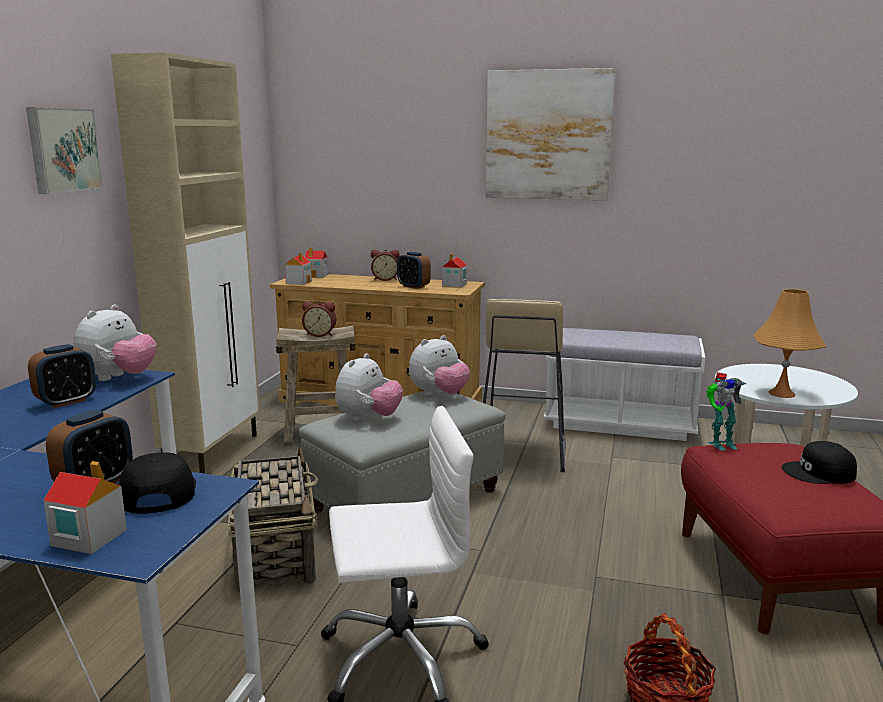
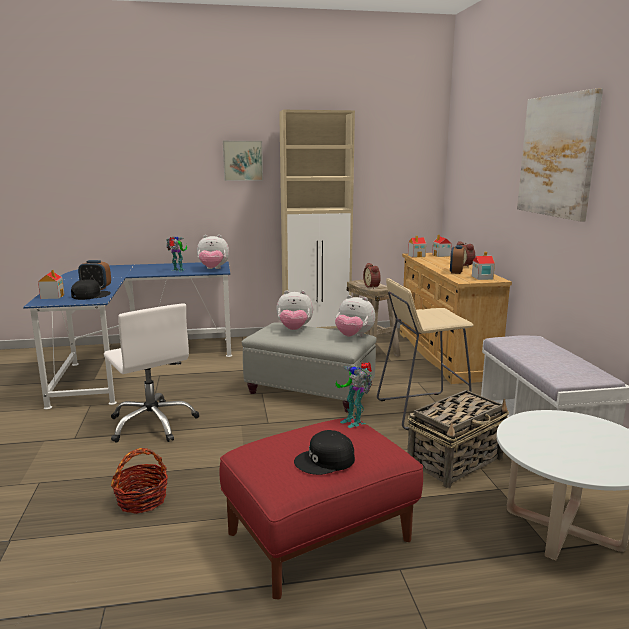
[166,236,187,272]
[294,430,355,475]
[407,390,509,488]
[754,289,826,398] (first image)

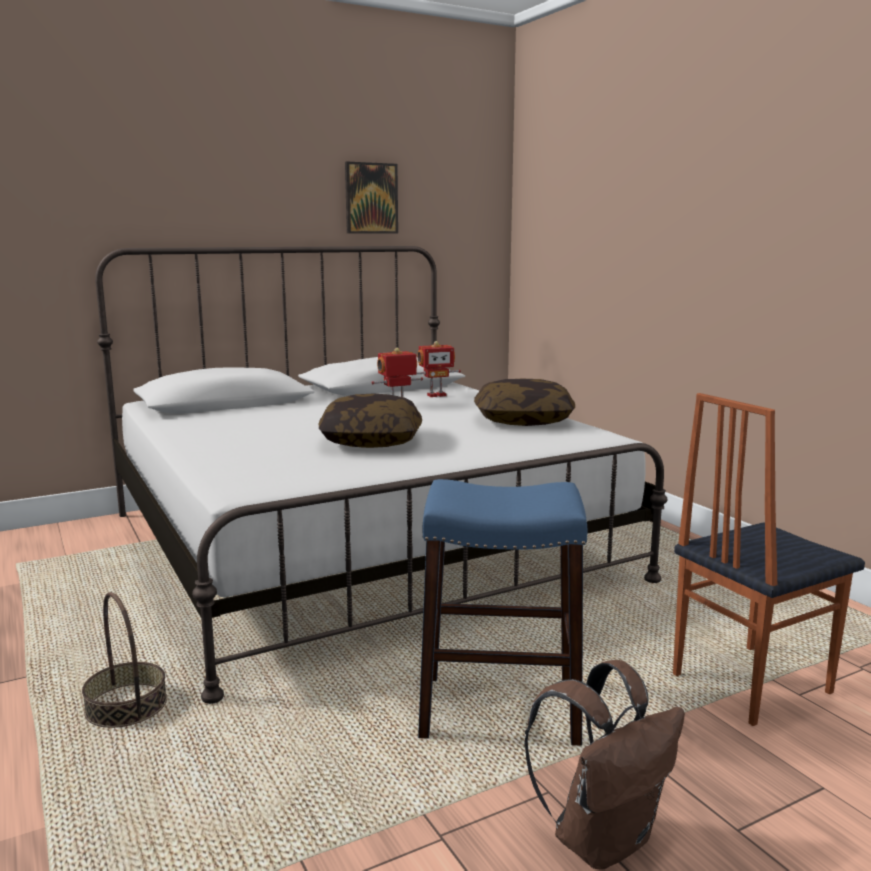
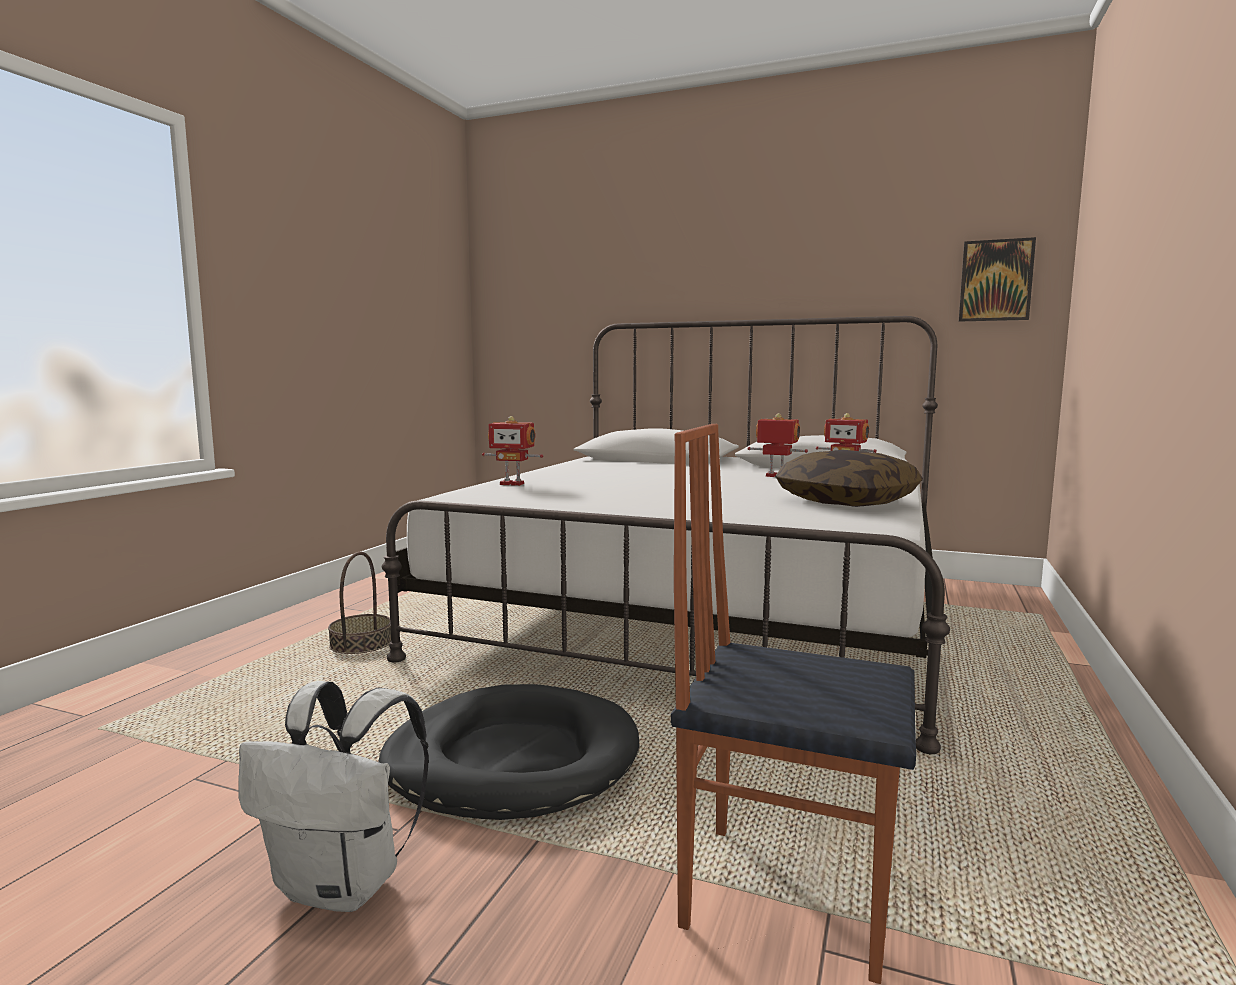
[238,681,429,912]
[378,684,640,820]
[482,416,543,486]
[959,237,1036,322]
[319,394,422,448] (first image)

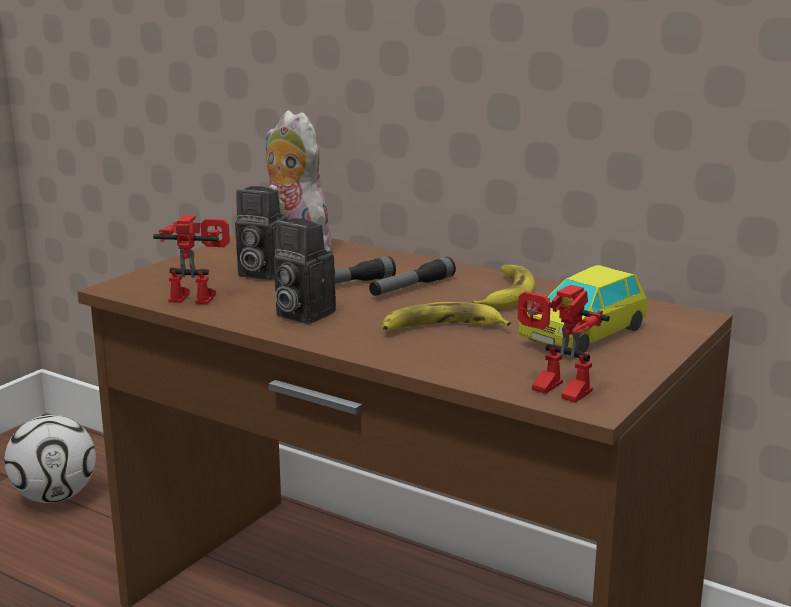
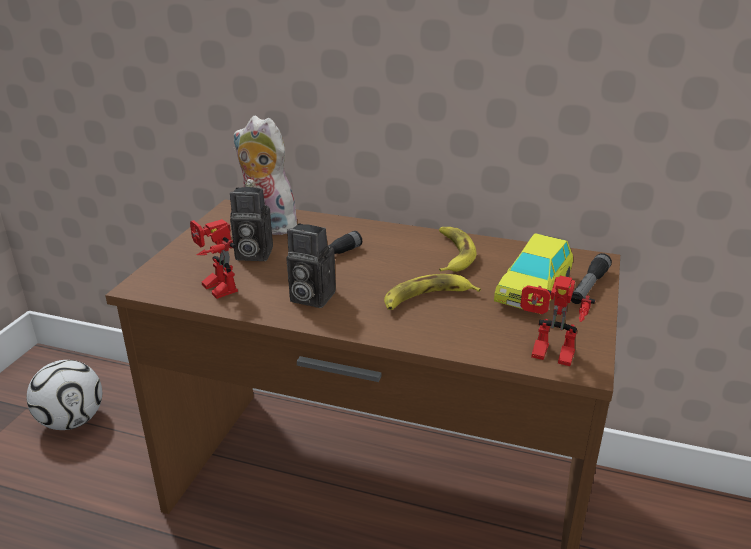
[190,219,238,299]
[571,253,612,304]

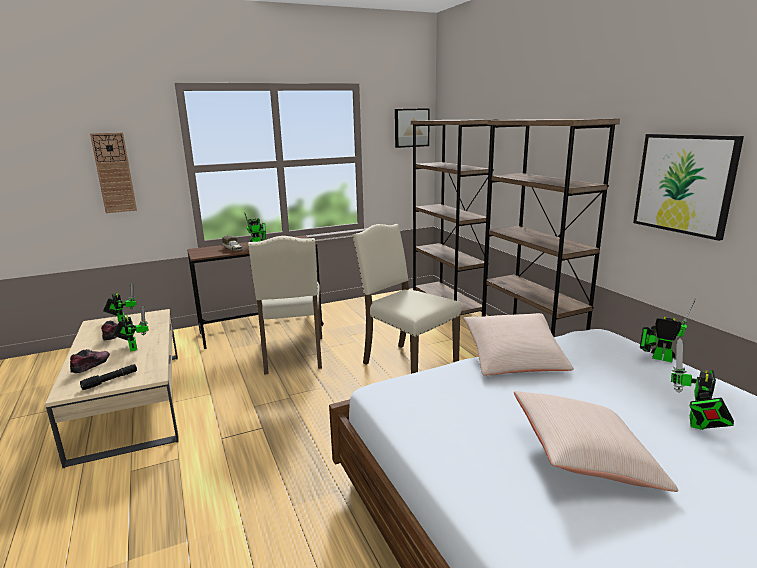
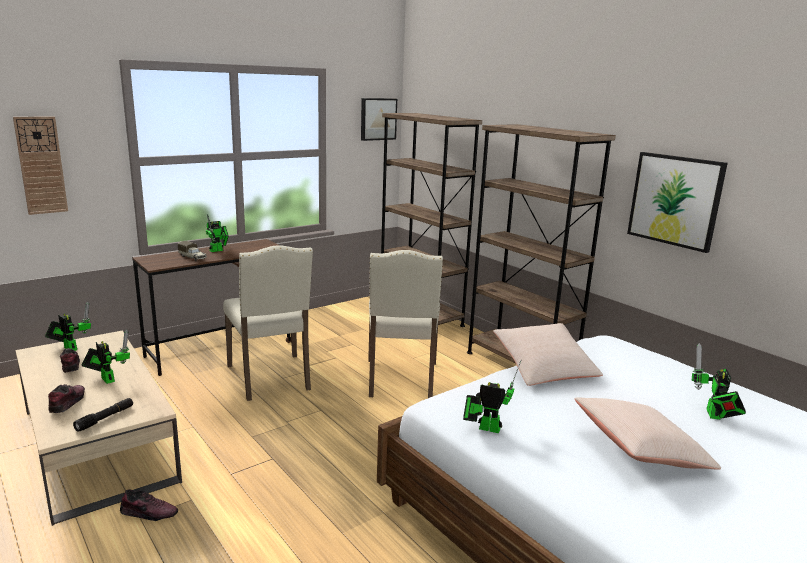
[120,489,178,521]
[368,250,443,398]
[463,359,522,433]

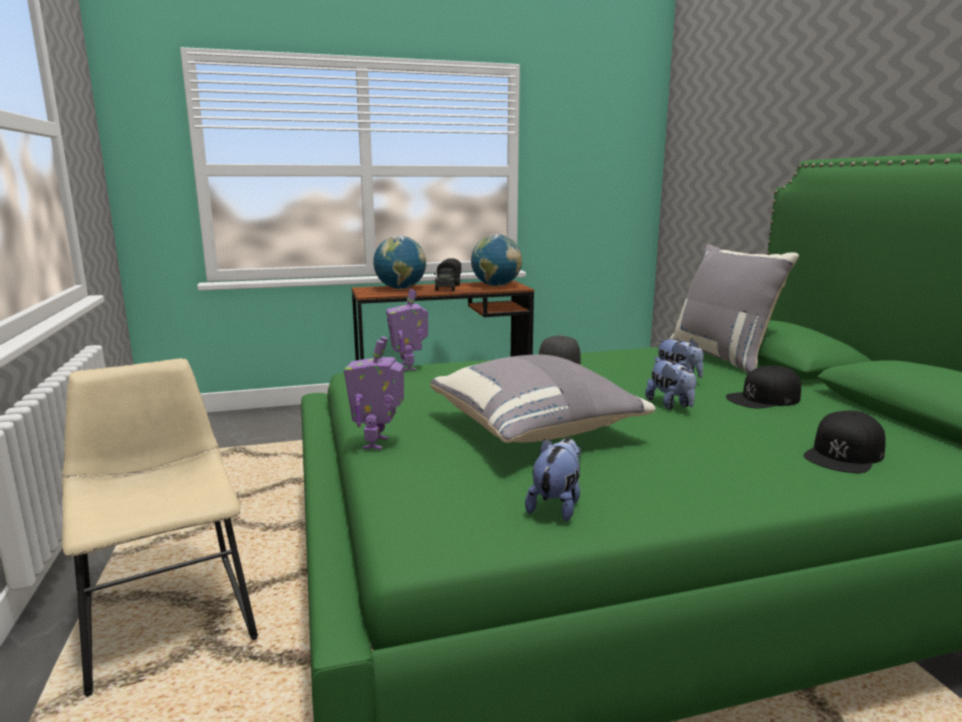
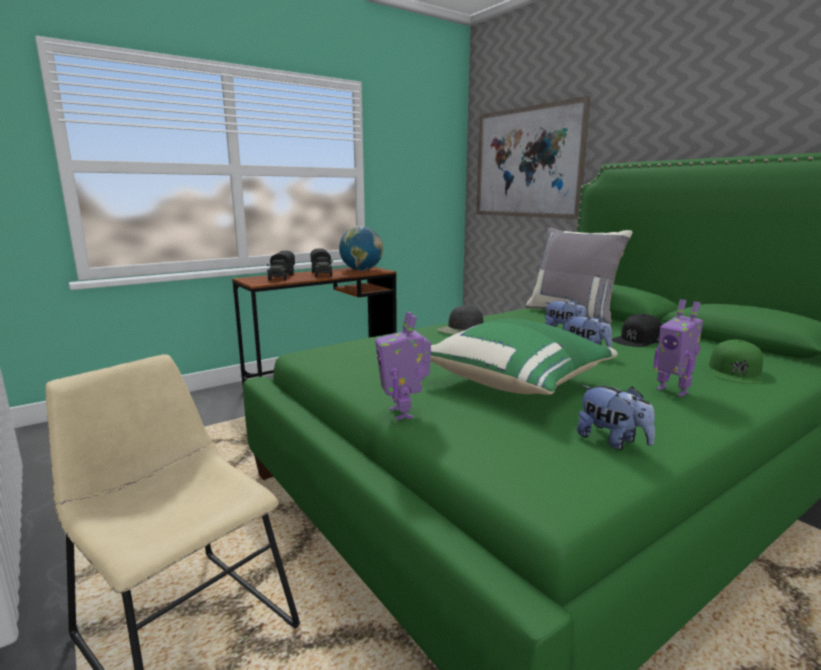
[267,251,295,280]
[430,319,618,395]
[477,96,591,219]
[577,386,655,450]
[653,299,703,397]
[709,339,764,384]

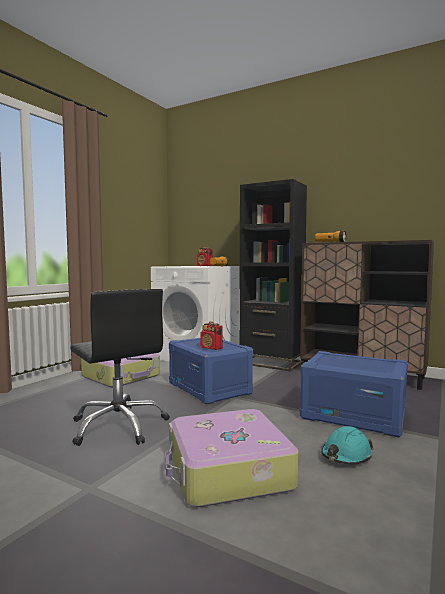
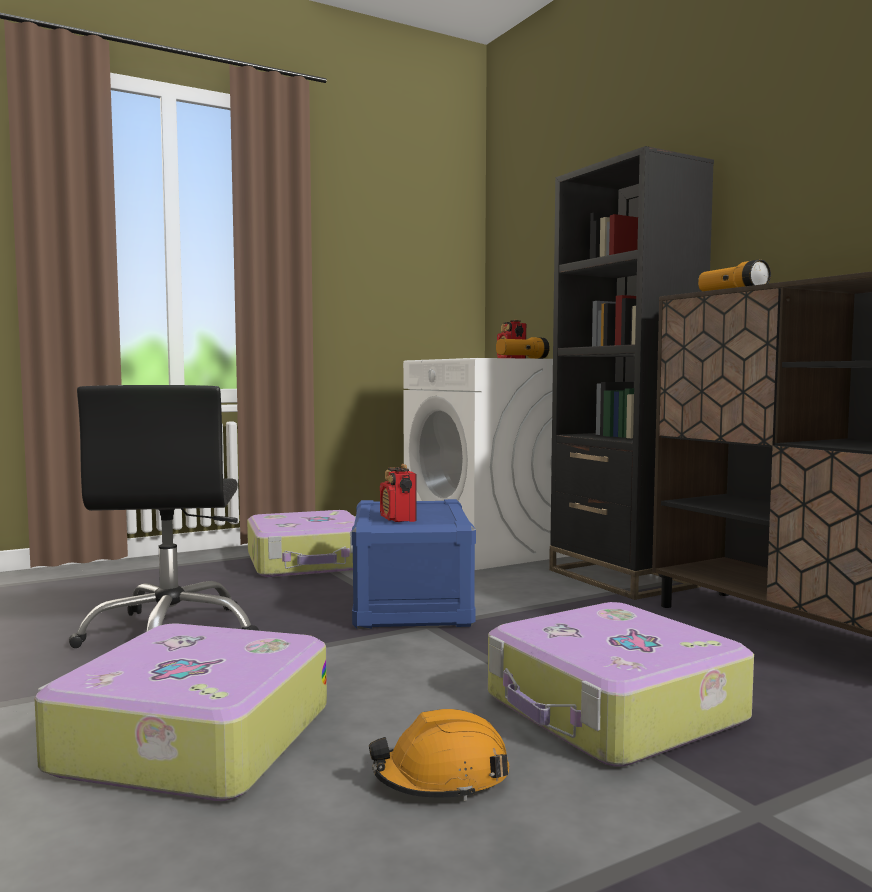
[369,709,509,801]
[488,602,754,767]

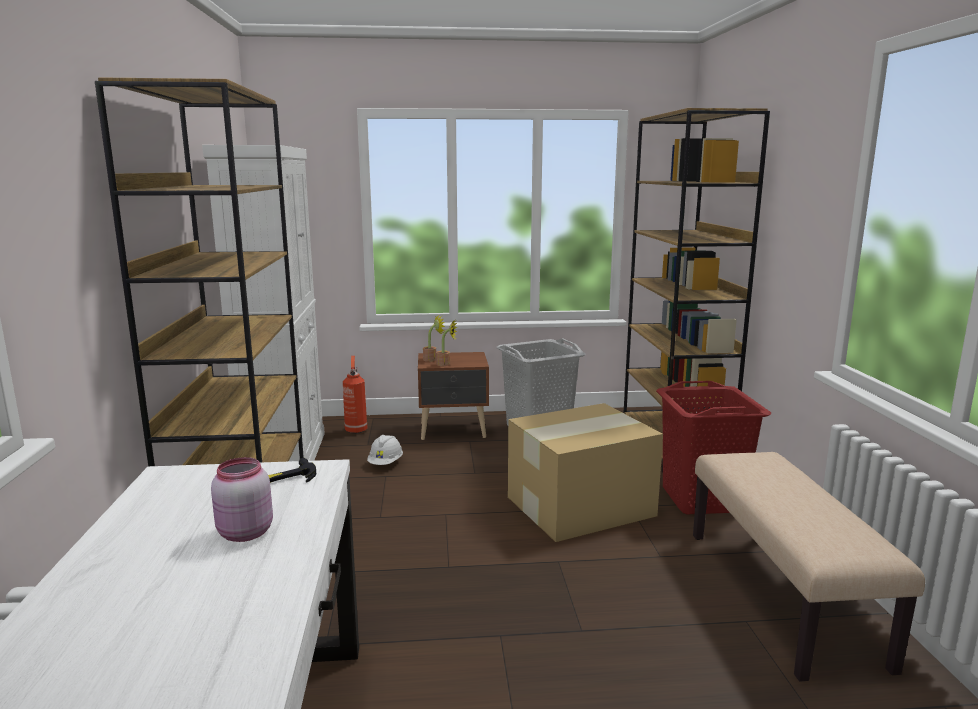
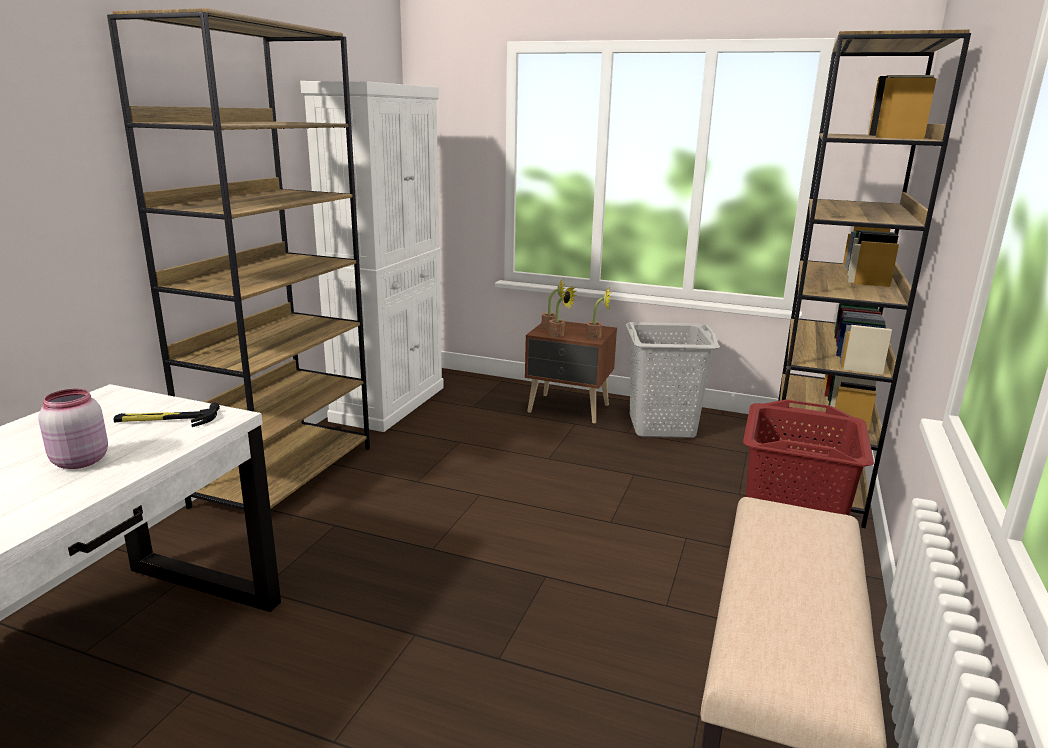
[586,287,611,339]
[343,356,367,434] (first image)
[367,435,403,465] (first image)
[508,403,663,542] (first image)

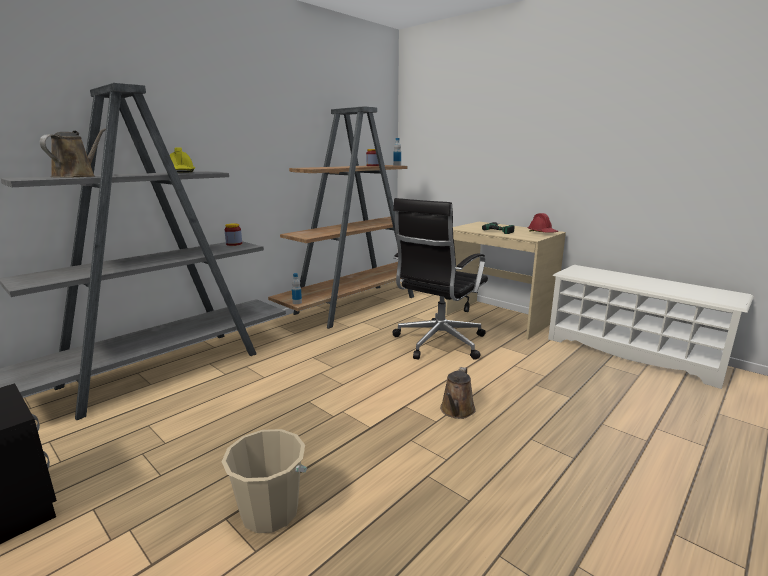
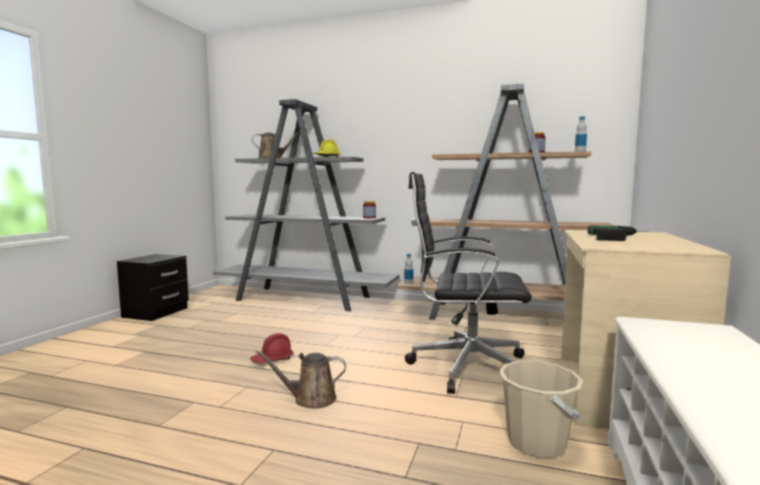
[250,333,294,363]
[499,361,583,458]

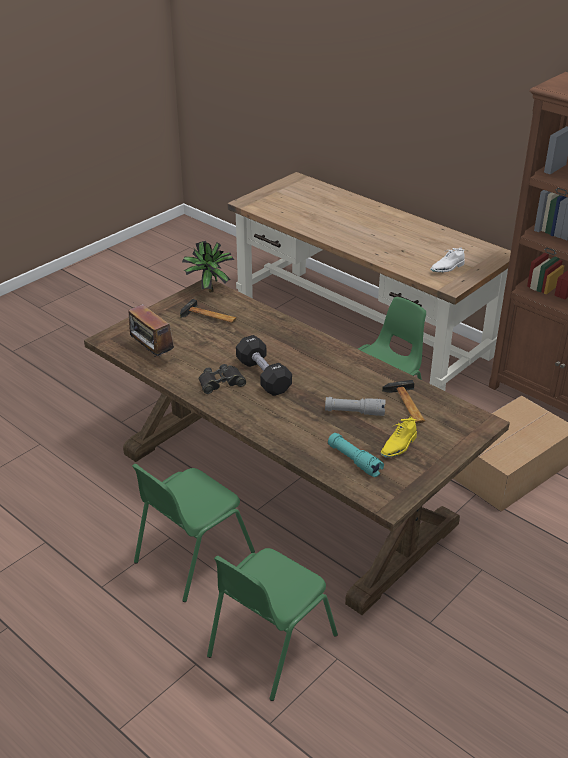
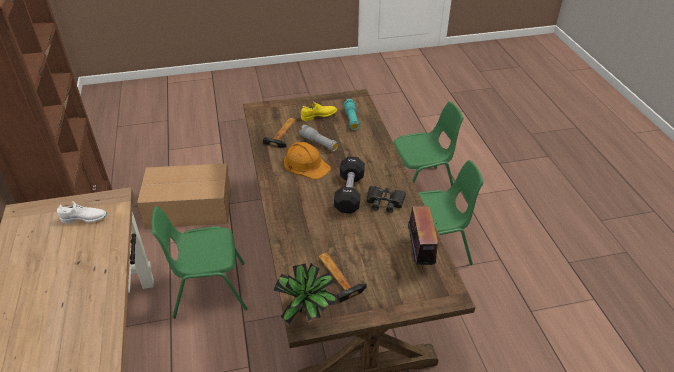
[284,142,331,179]

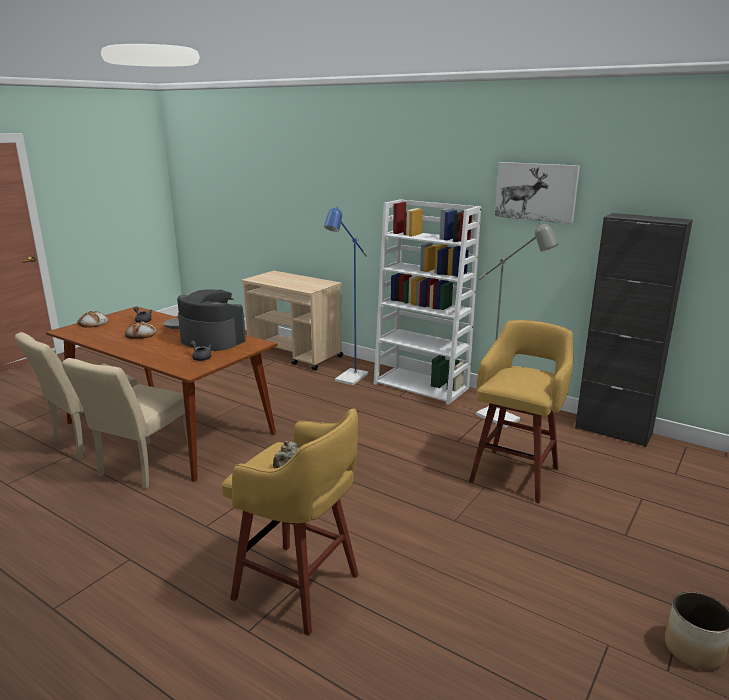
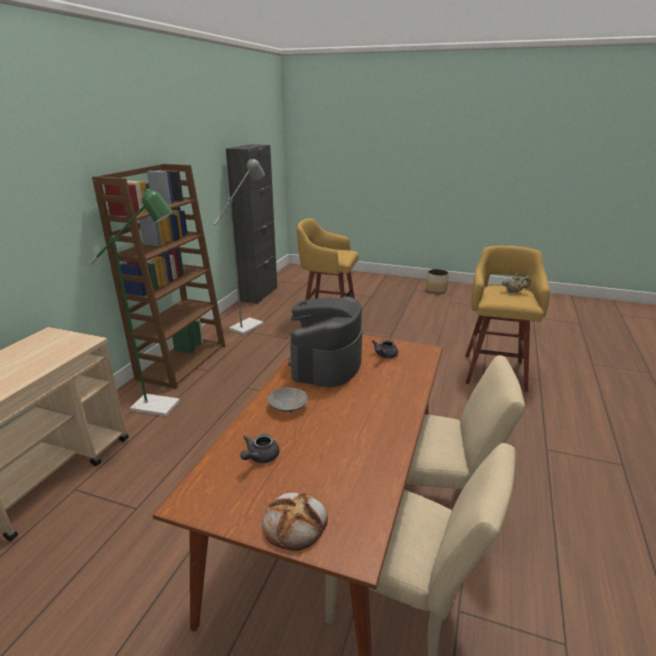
[90,188,180,416]
[92,164,225,389]
[125,321,156,339] (first image)
[495,162,580,224] (first image)

